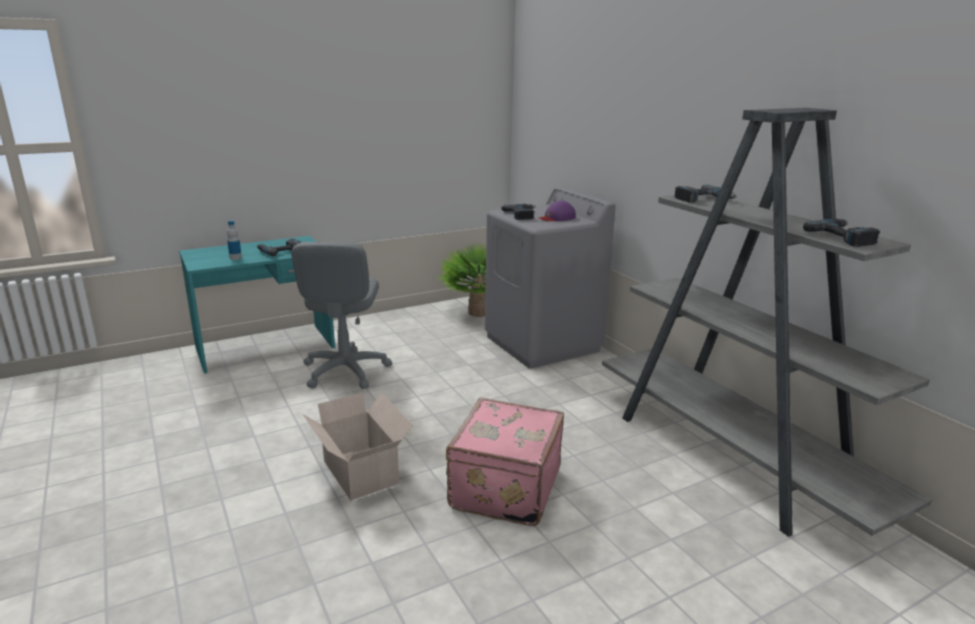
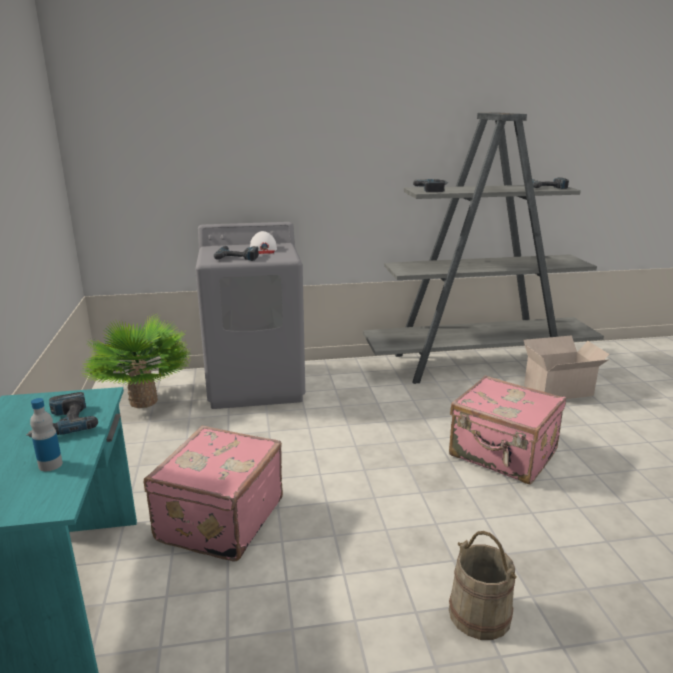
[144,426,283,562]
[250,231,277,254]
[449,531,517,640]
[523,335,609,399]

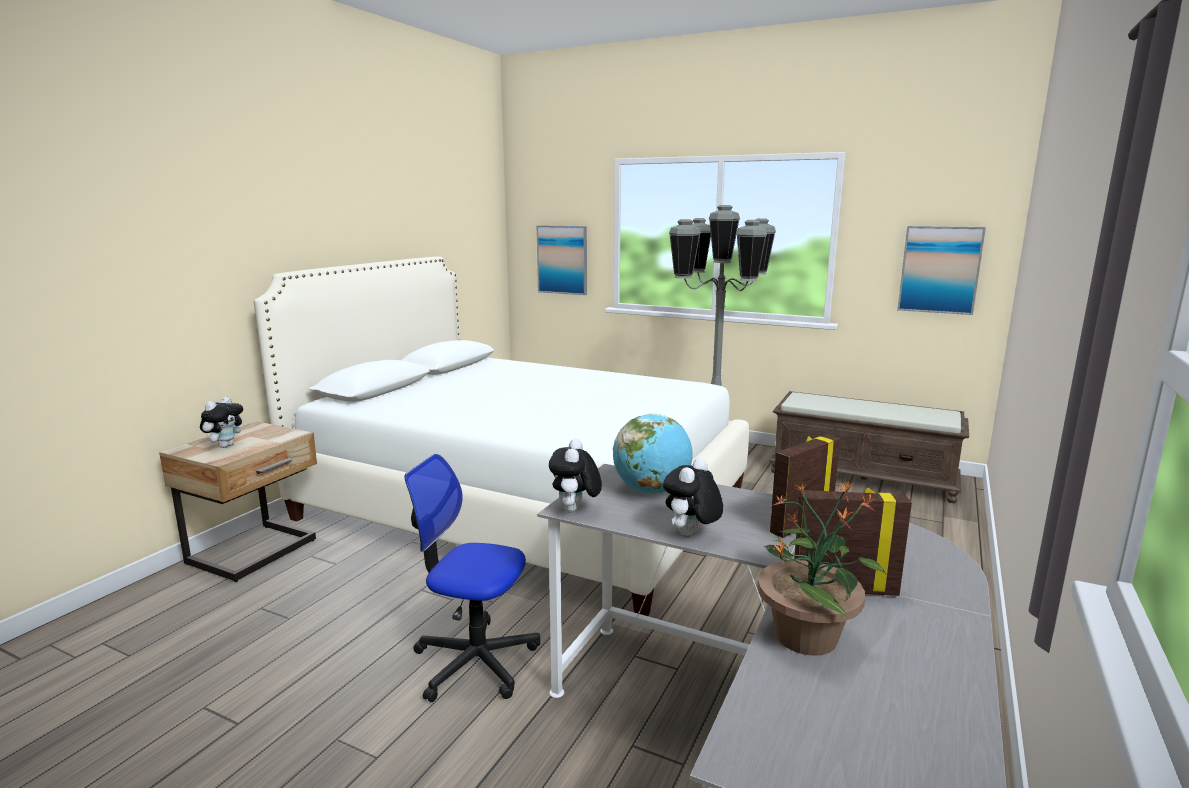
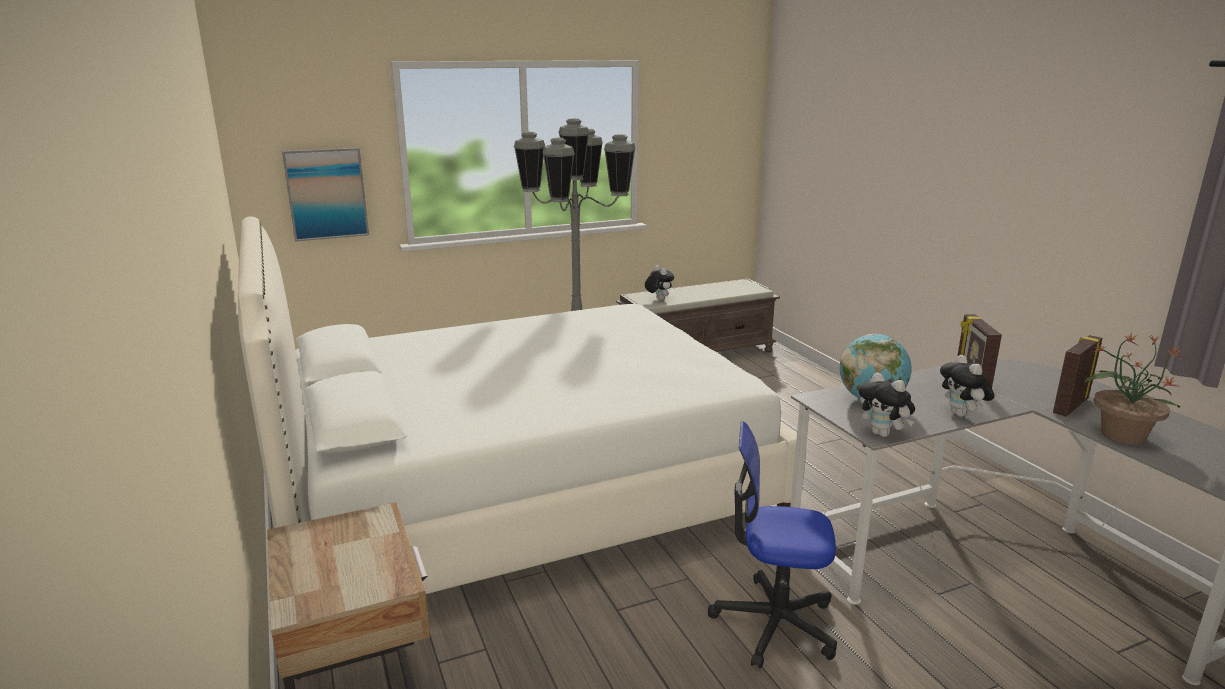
[645,265,674,301]
[708,421,837,669]
[897,226,986,315] (first image)

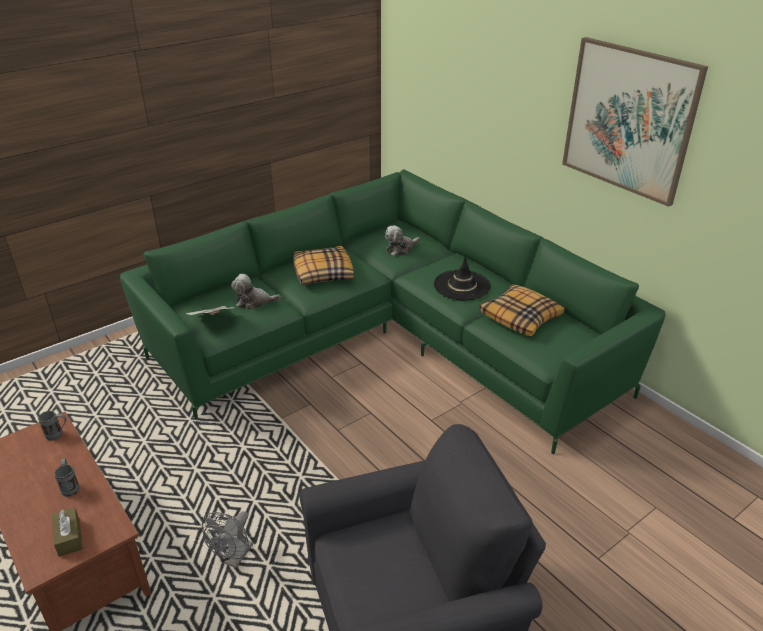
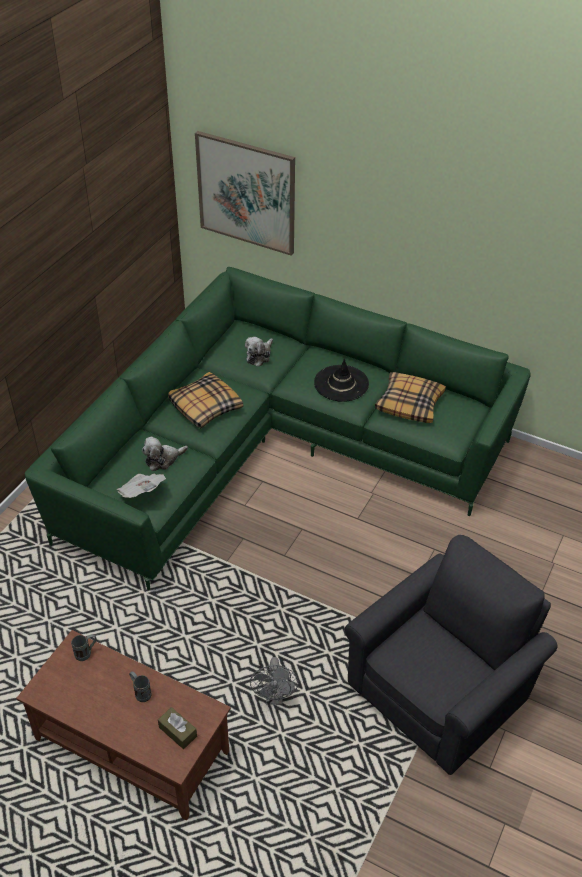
[195,131,295,256]

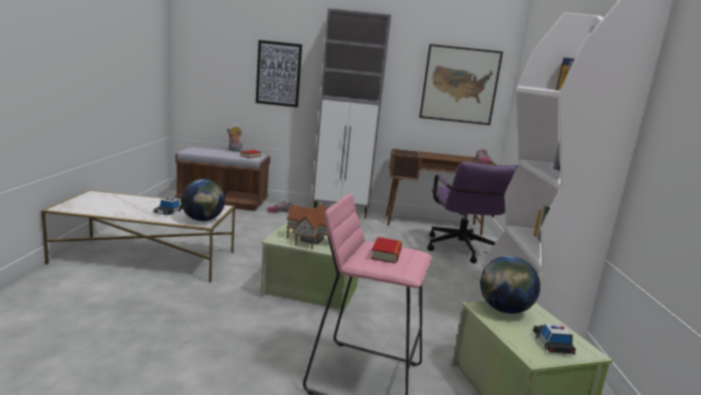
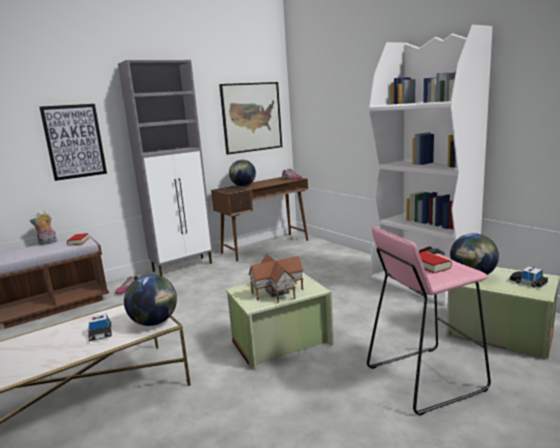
[229,160,256,186]
[427,162,517,263] (first image)

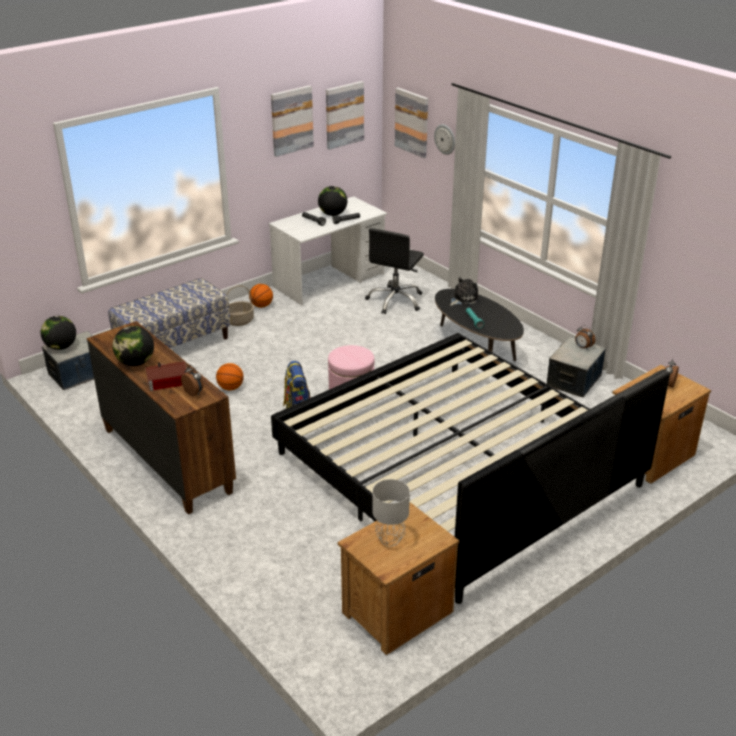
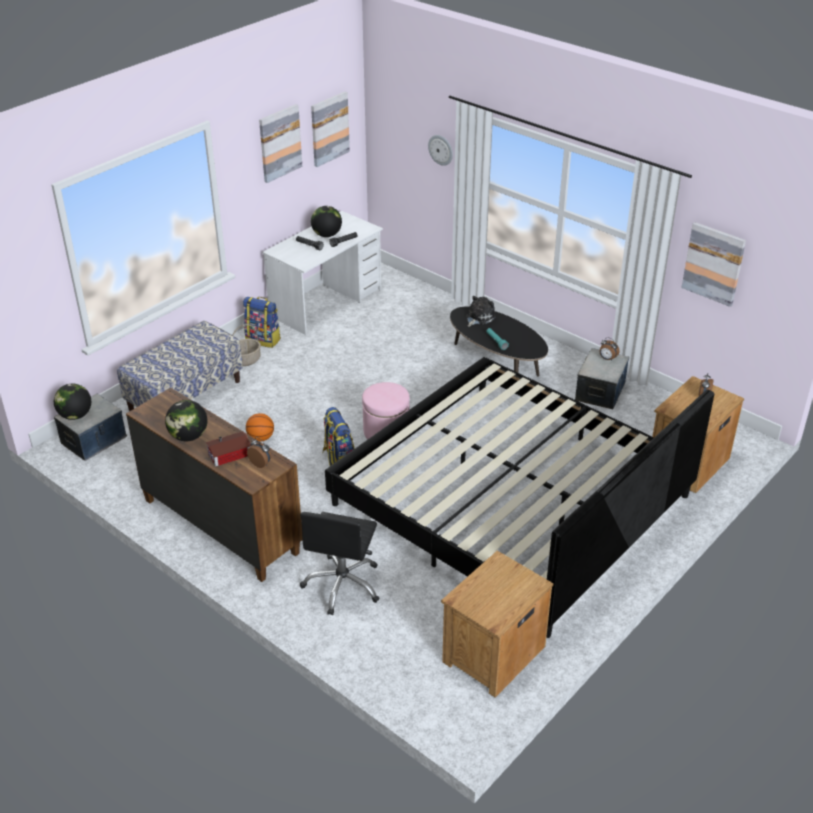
[243,297,281,348]
[300,512,380,615]
[681,222,746,307]
[373,479,410,547] (first image)

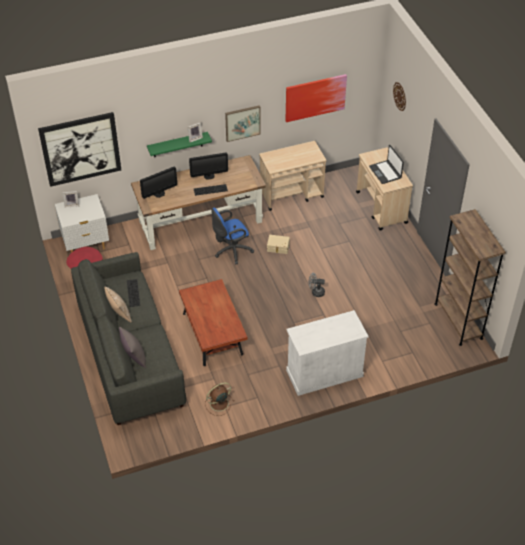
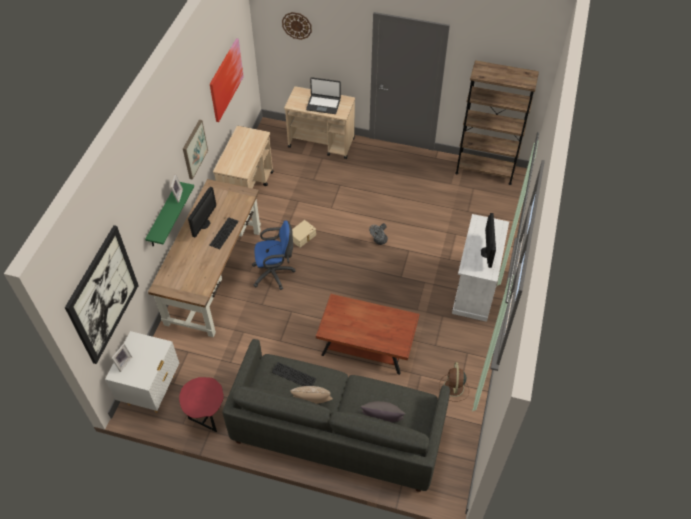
[252,220,296,290]
[481,213,496,268]

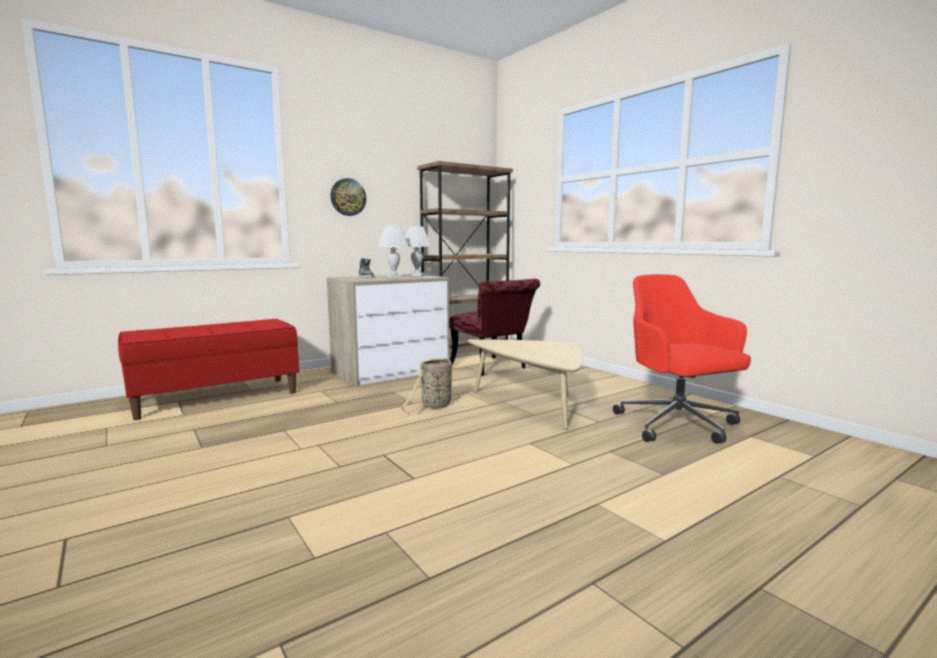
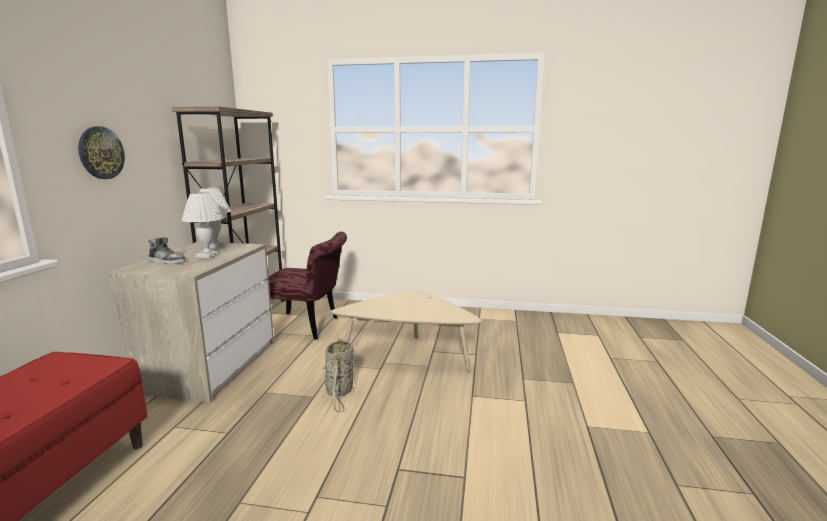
[613,274,751,444] (first image)

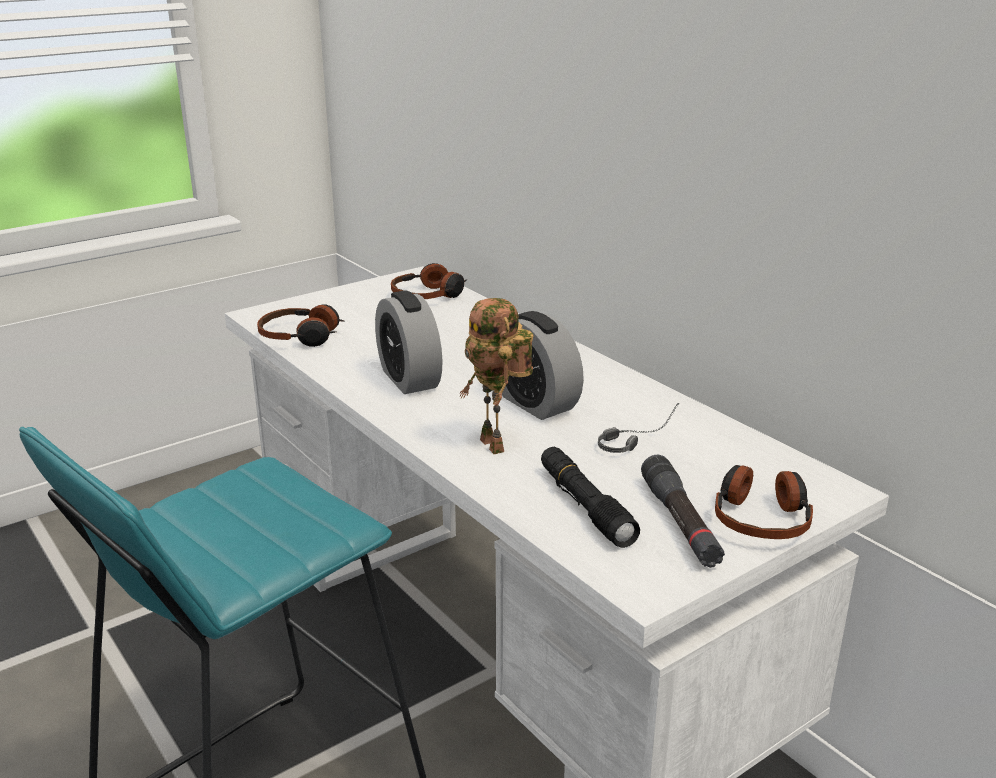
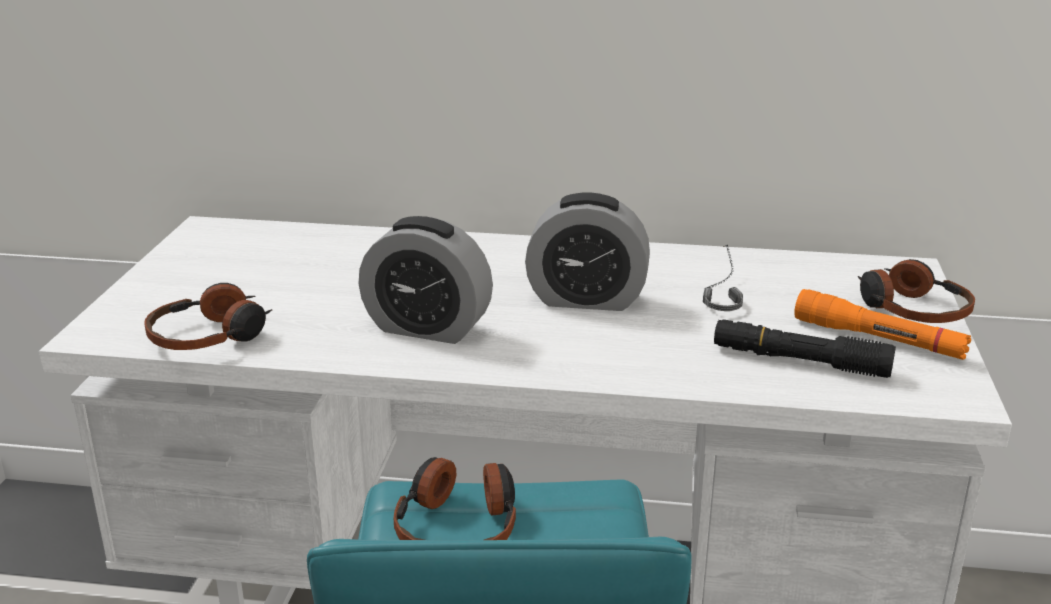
[393,457,516,540]
[794,289,971,360]
[459,298,534,454] (first image)

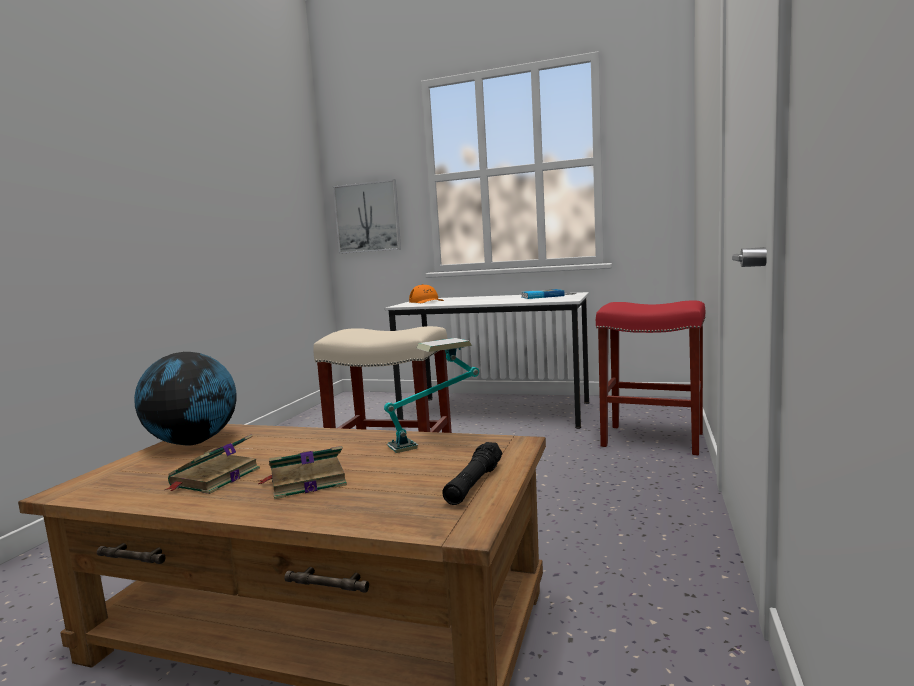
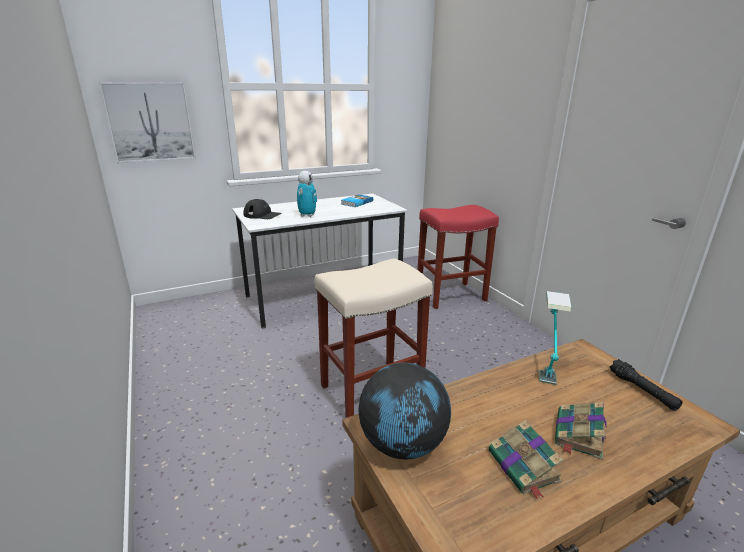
[243,199,282,219]
[297,171,317,217]

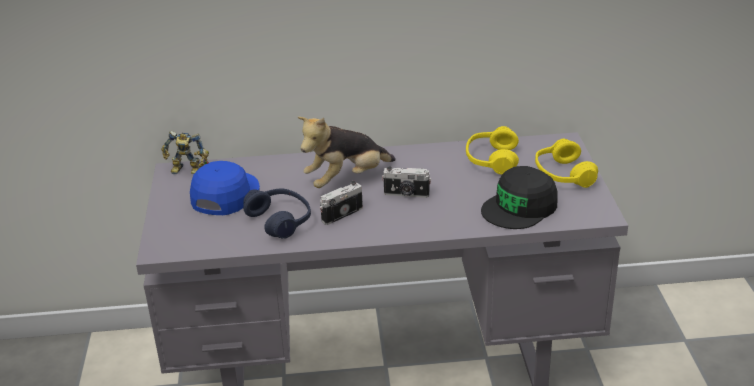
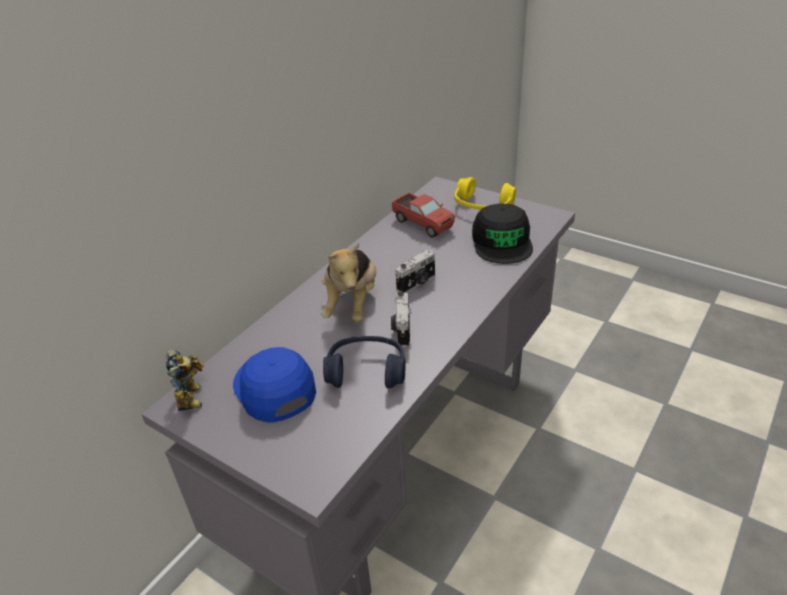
[166,349,204,411]
[392,193,455,238]

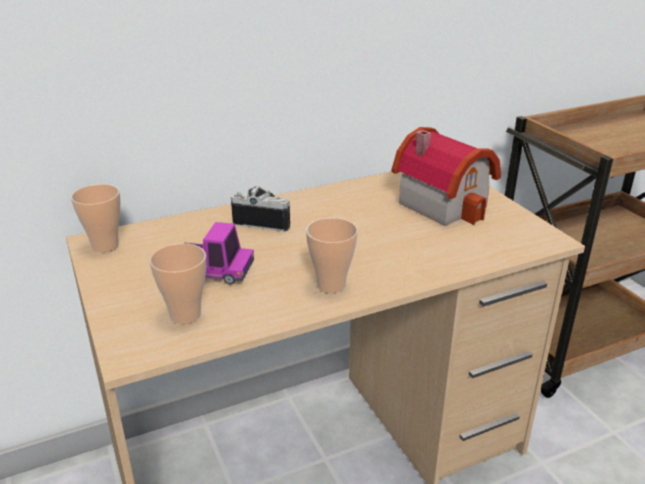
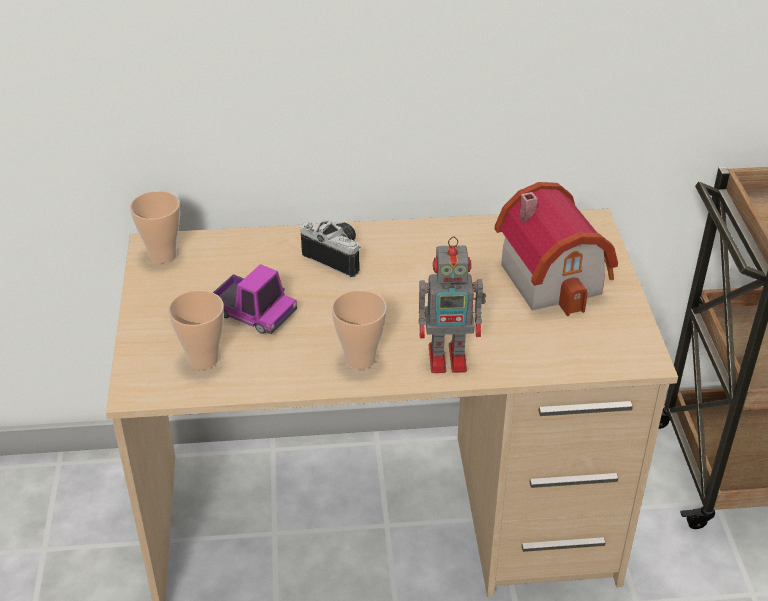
[419,236,486,373]

